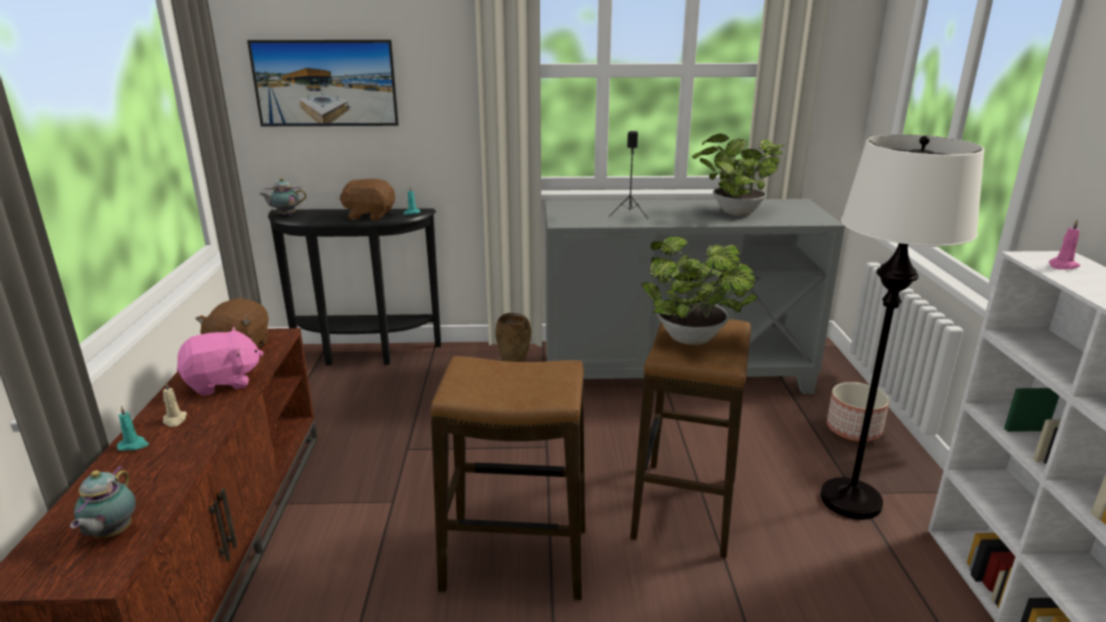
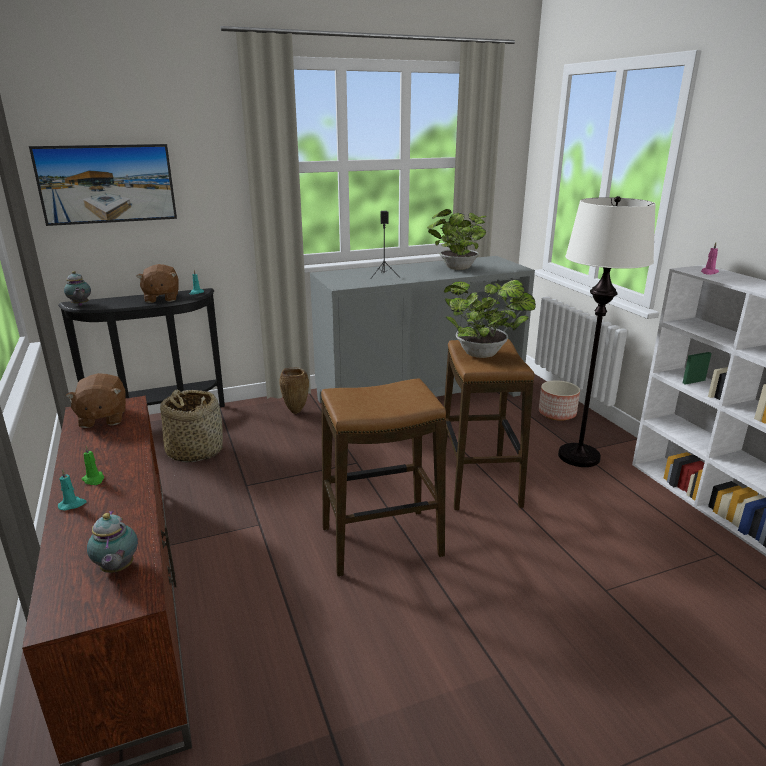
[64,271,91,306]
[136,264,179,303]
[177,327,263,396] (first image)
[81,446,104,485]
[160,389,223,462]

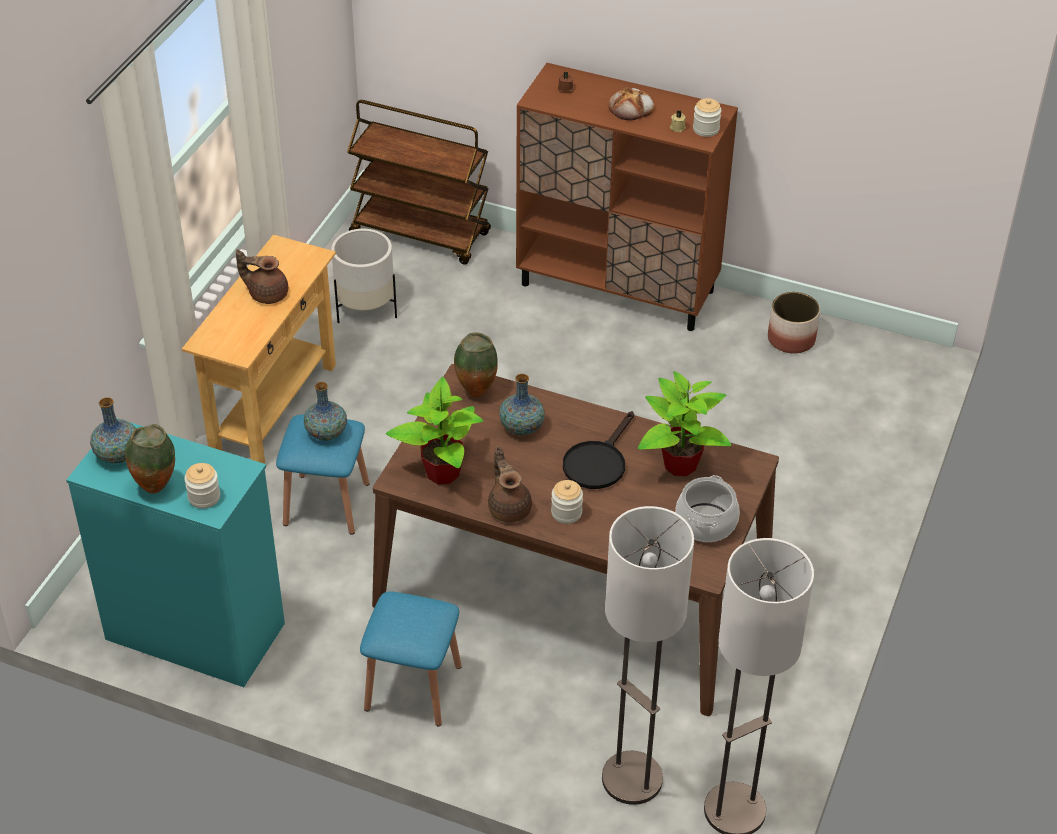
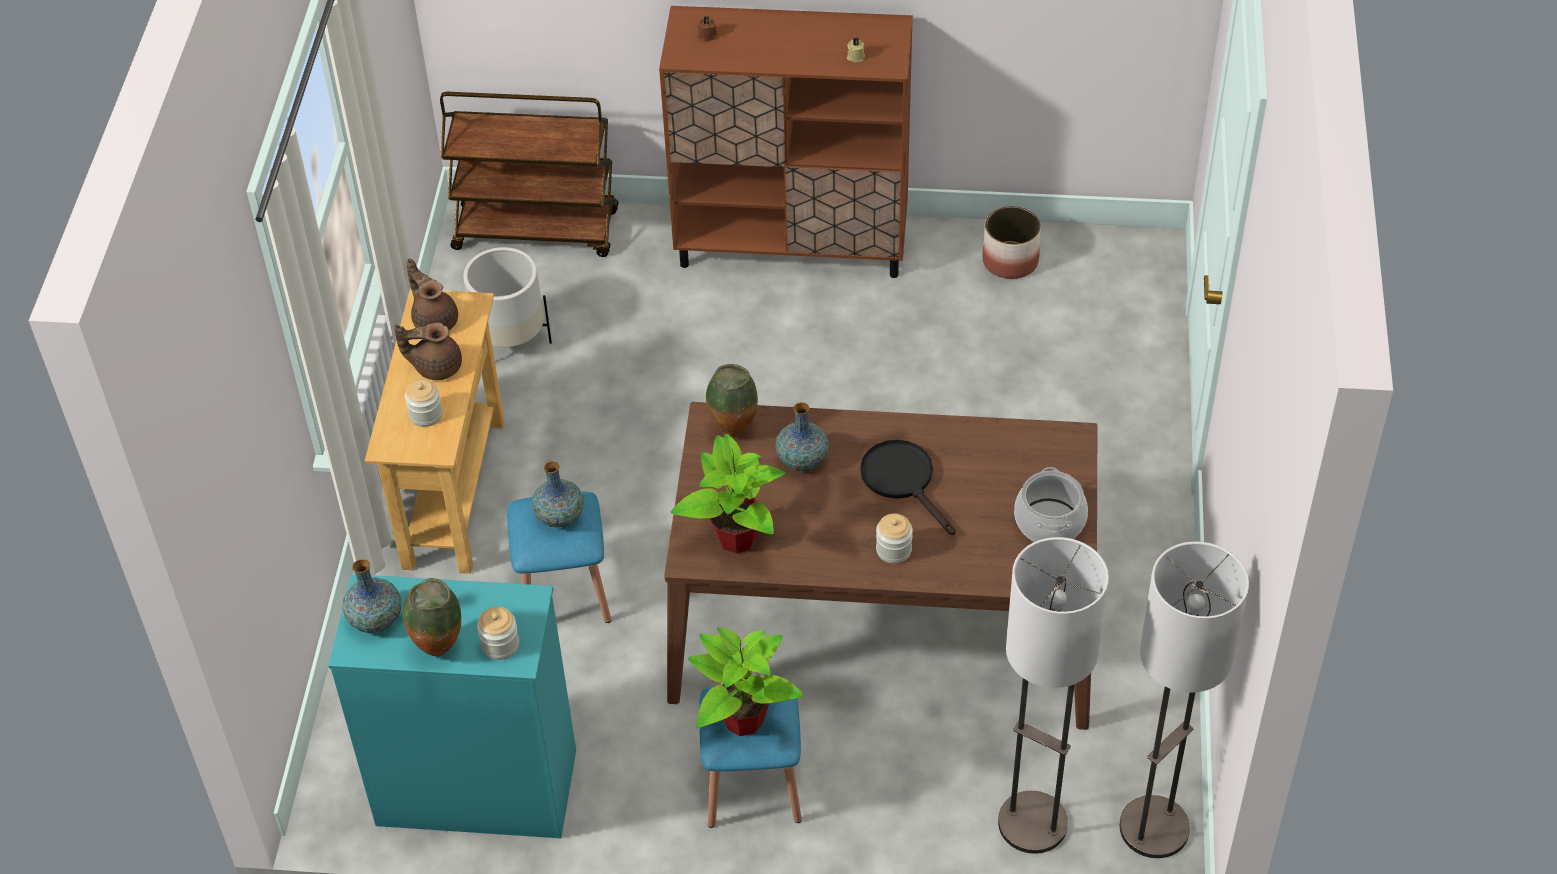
[608,87,654,120] (first image)
[405,379,443,427]
[688,627,804,736]
[860,440,956,535]
[406,259,458,330]

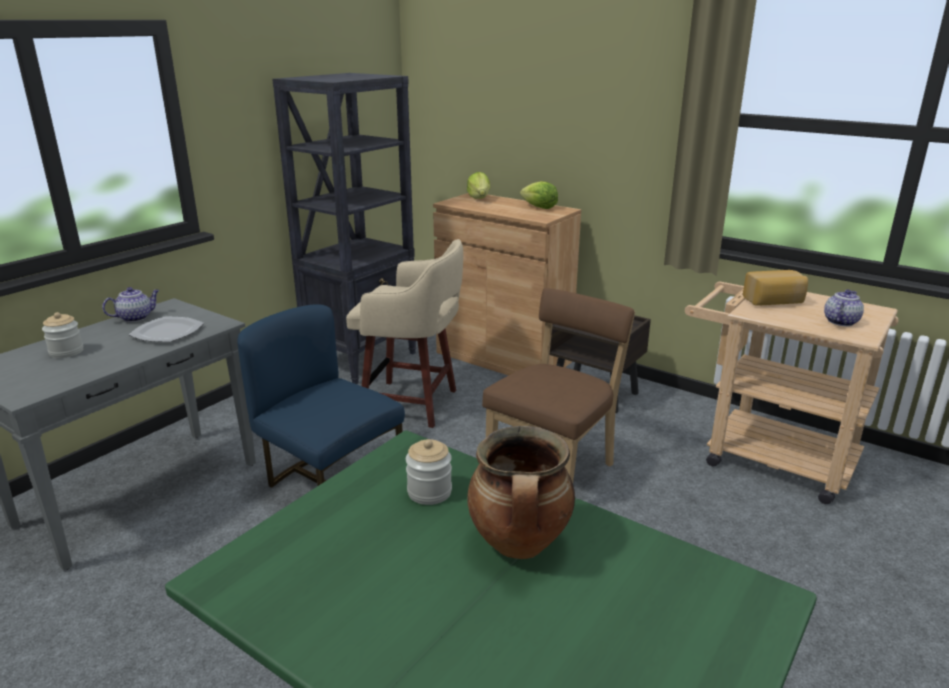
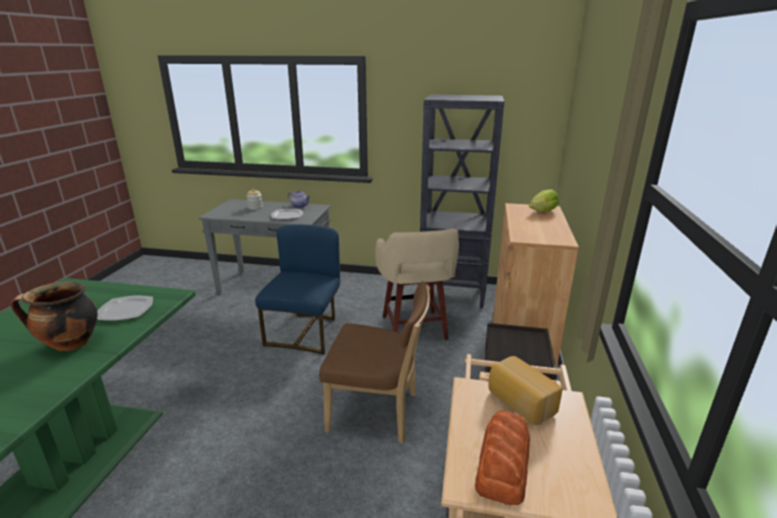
[520,181,558,209] (first image)
[475,411,530,505]
[97,296,153,321]

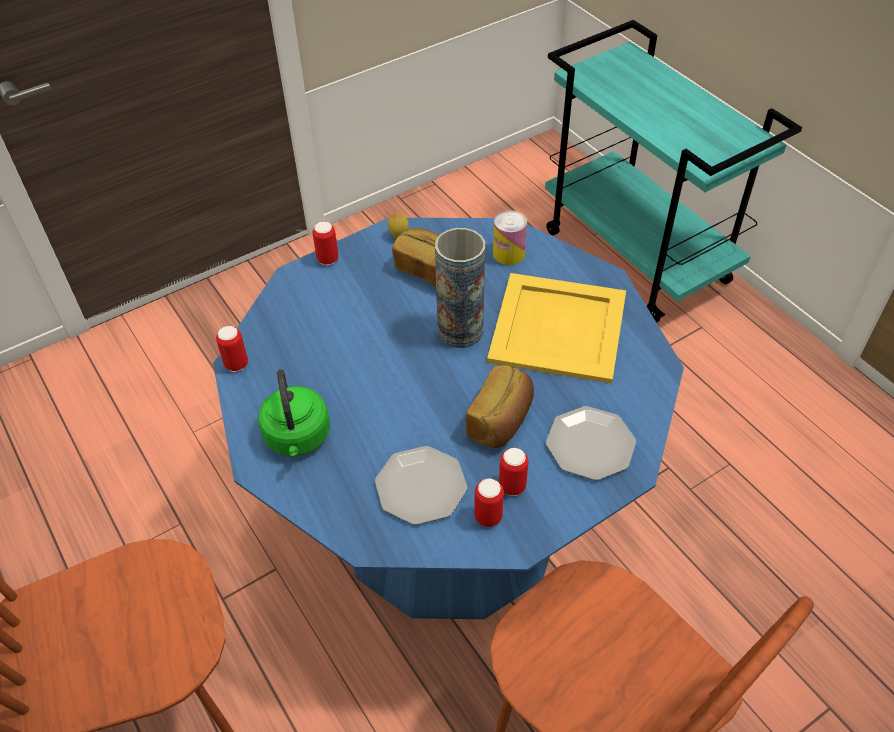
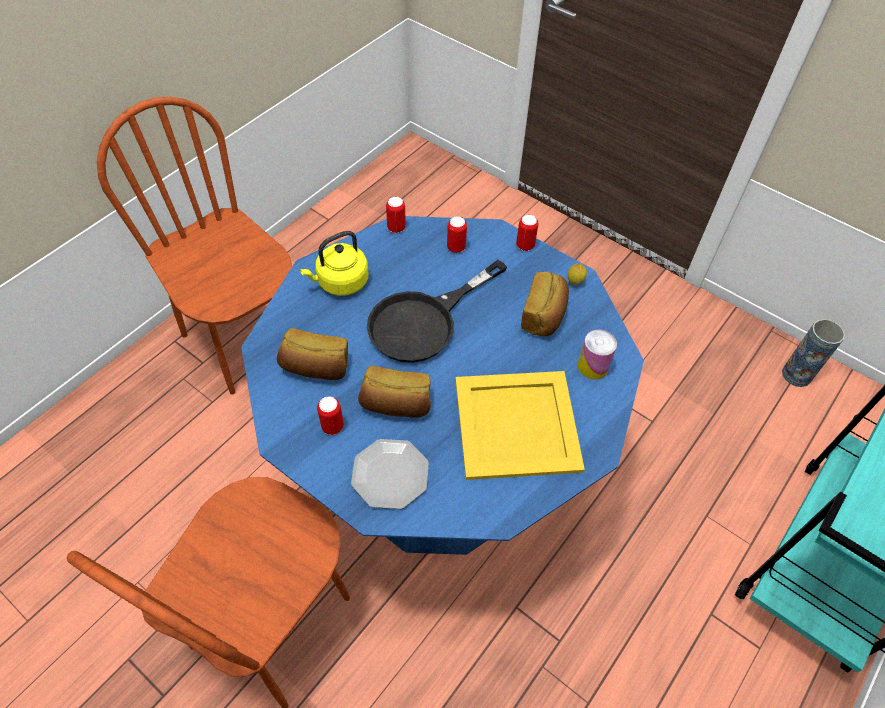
[782,319,845,387]
[300,231,368,296]
[277,328,348,380]
[447,216,467,253]
[367,260,507,363]

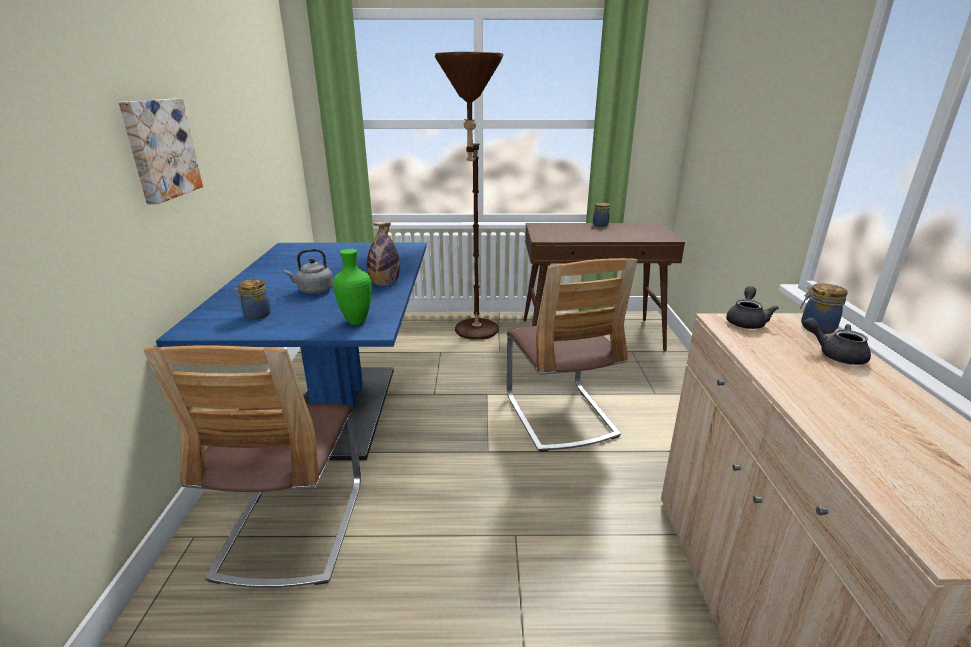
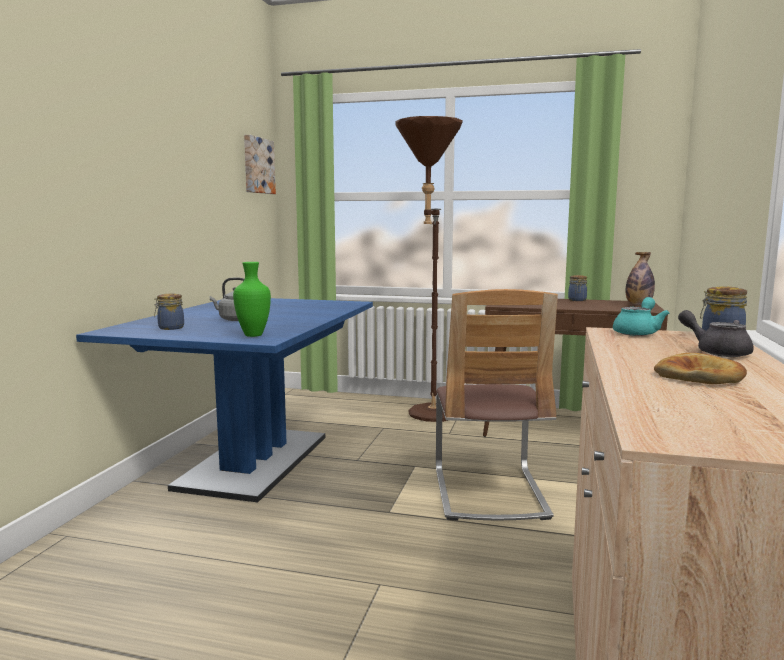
[244,135,276,194]
[626,252,655,305]
[613,297,669,336]
[144,345,361,588] (first image)
[654,353,747,384]

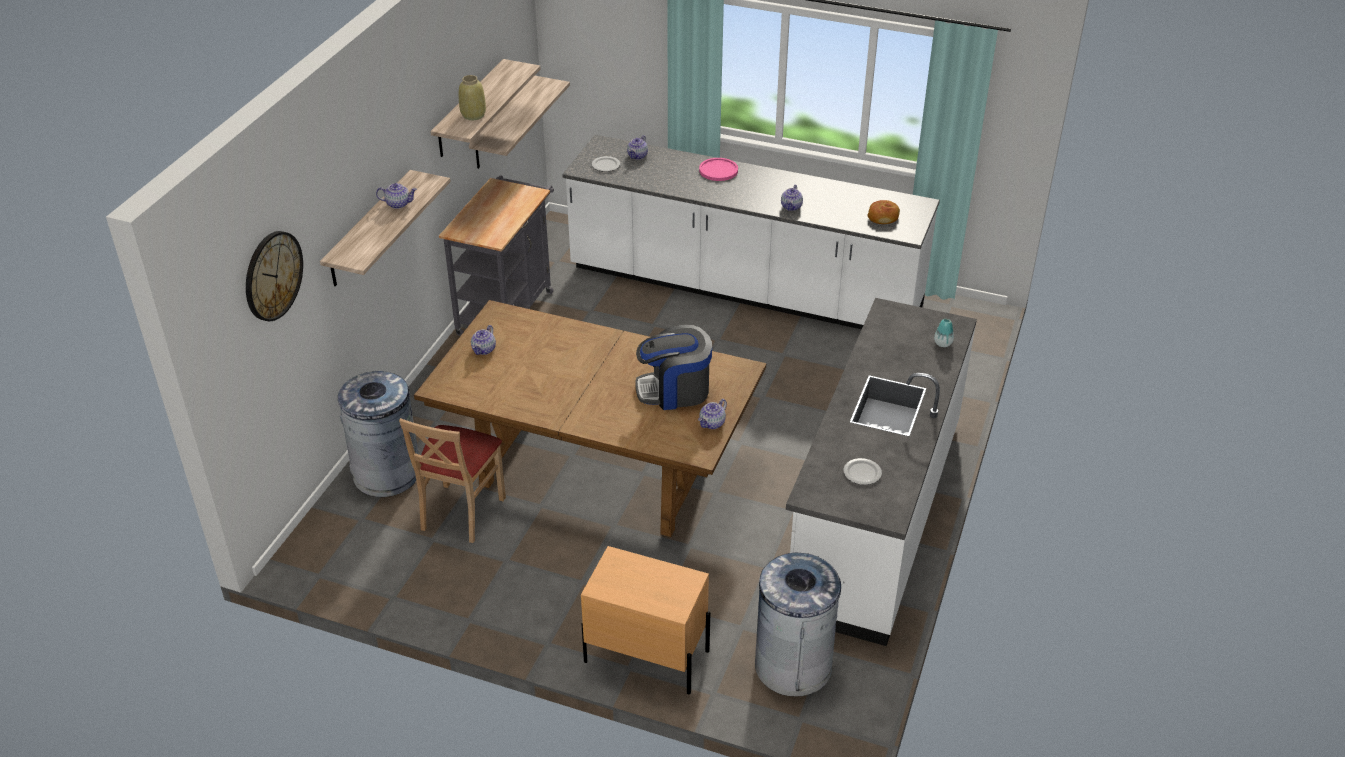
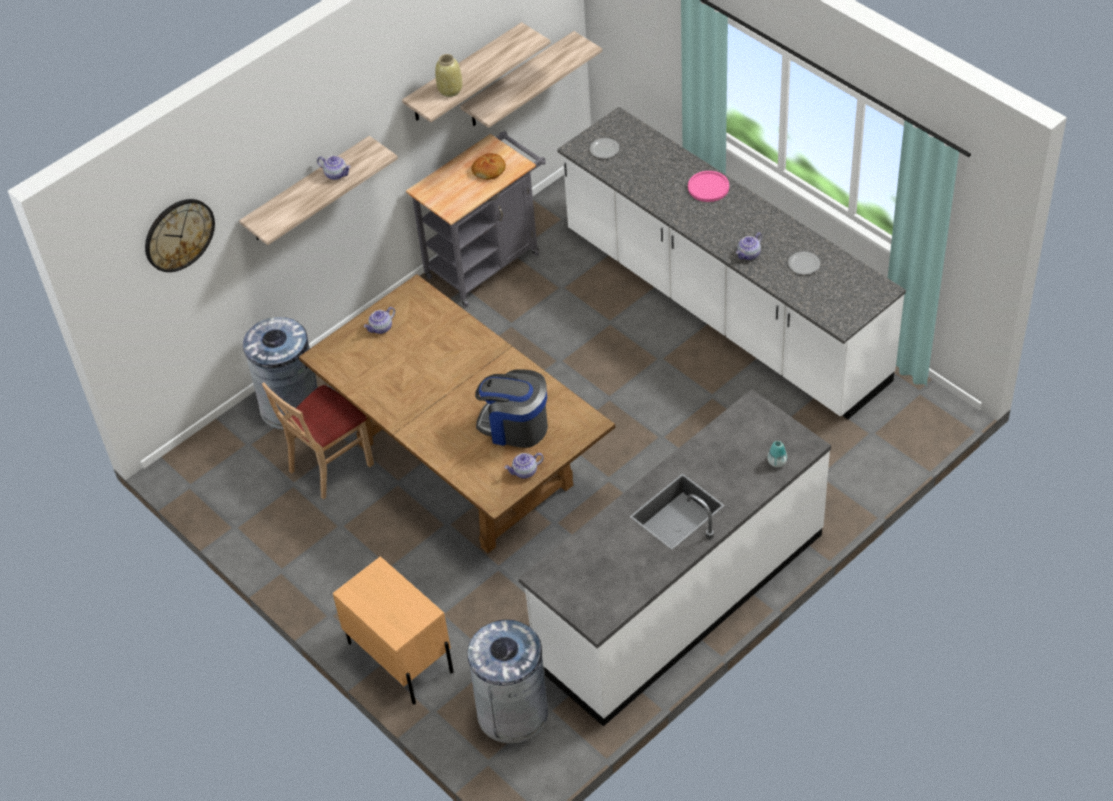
[627,135,648,160] (first image)
[471,153,506,180]
[788,251,820,275]

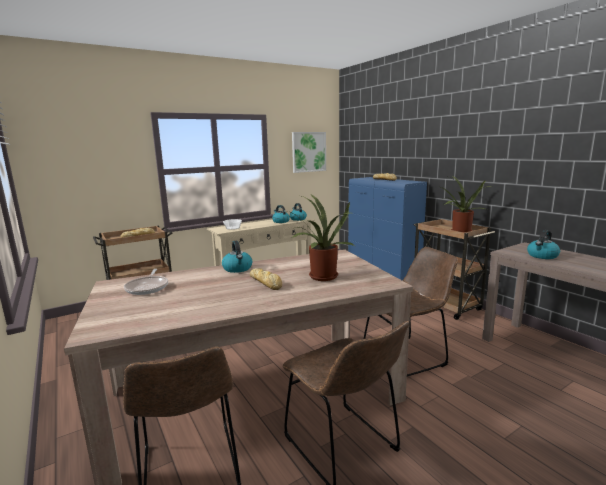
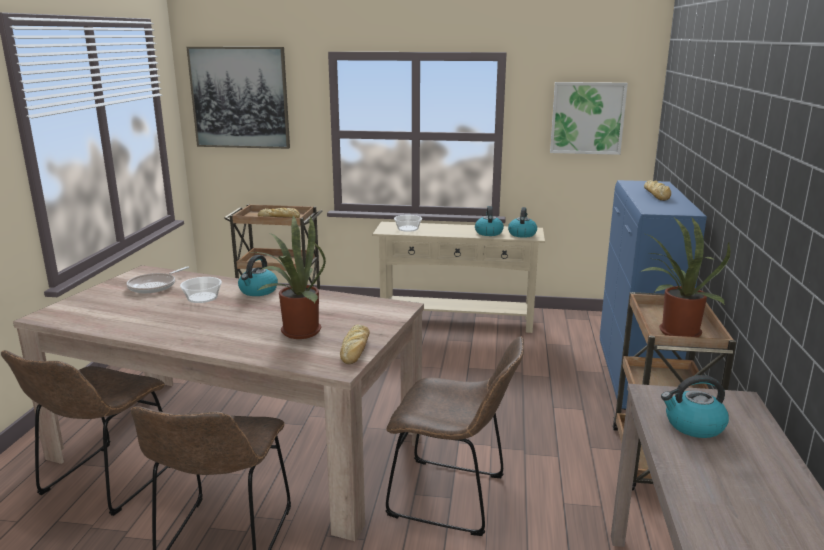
[340,325,370,364]
[187,47,290,149]
[180,277,222,303]

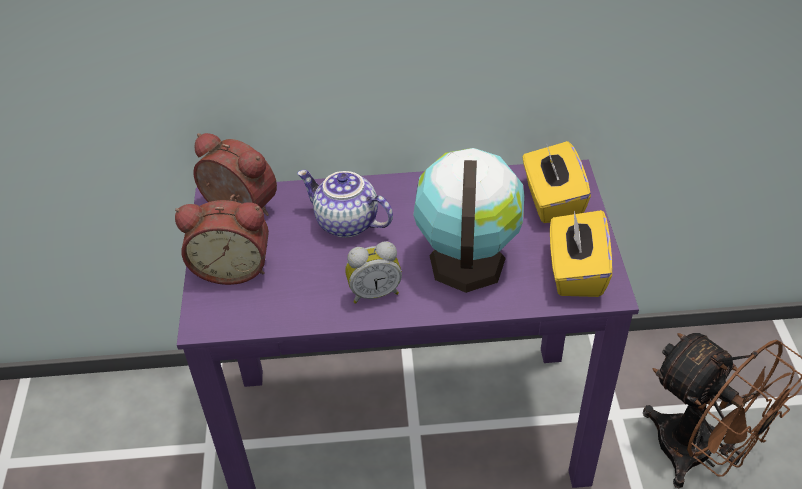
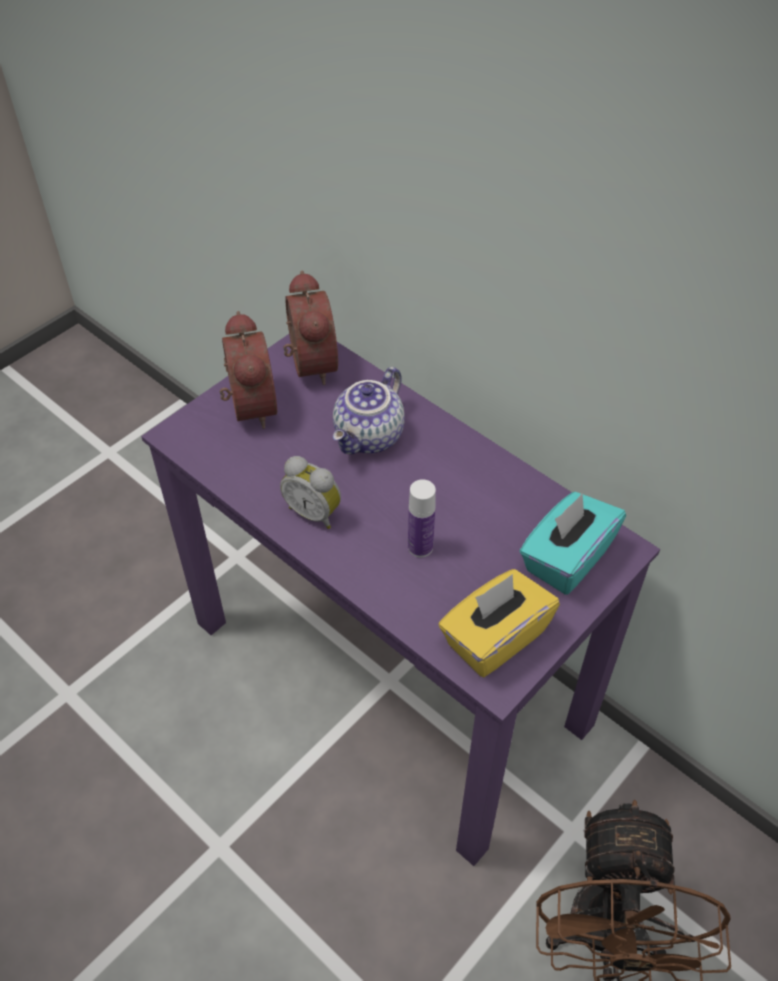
[519,492,626,595]
[408,479,436,557]
[333,367,405,455]
[220,311,277,429]

